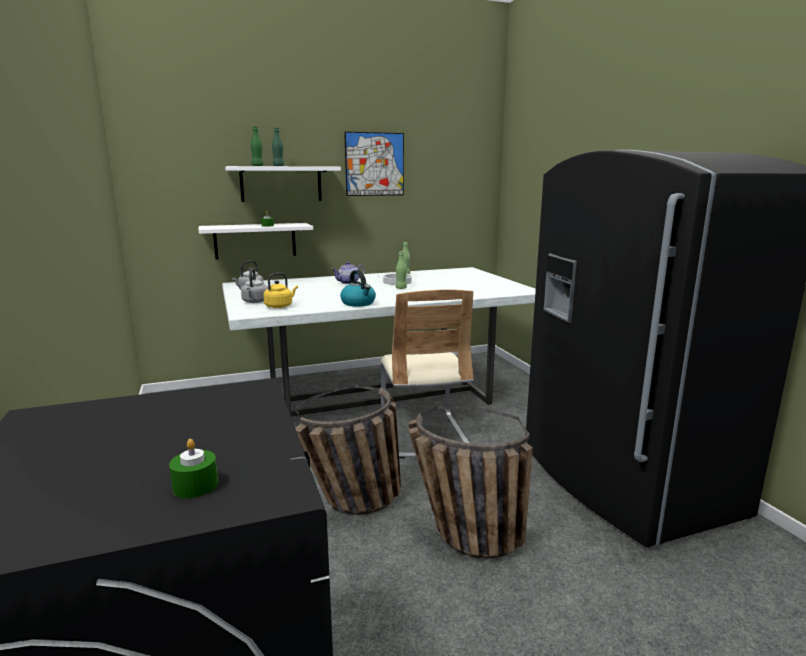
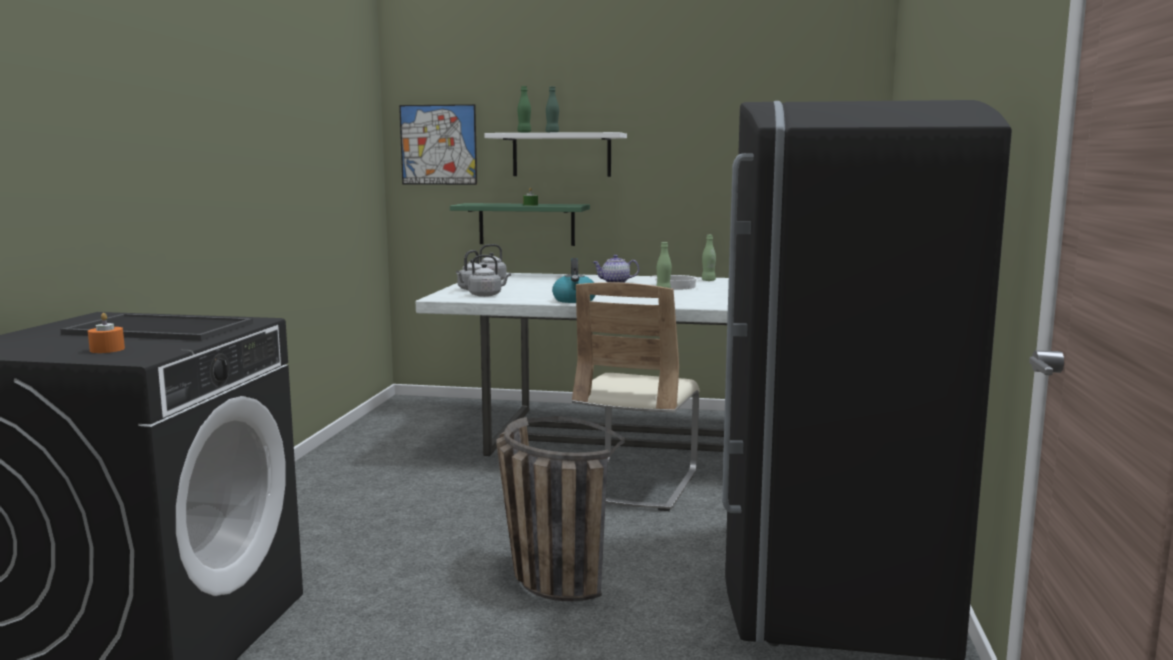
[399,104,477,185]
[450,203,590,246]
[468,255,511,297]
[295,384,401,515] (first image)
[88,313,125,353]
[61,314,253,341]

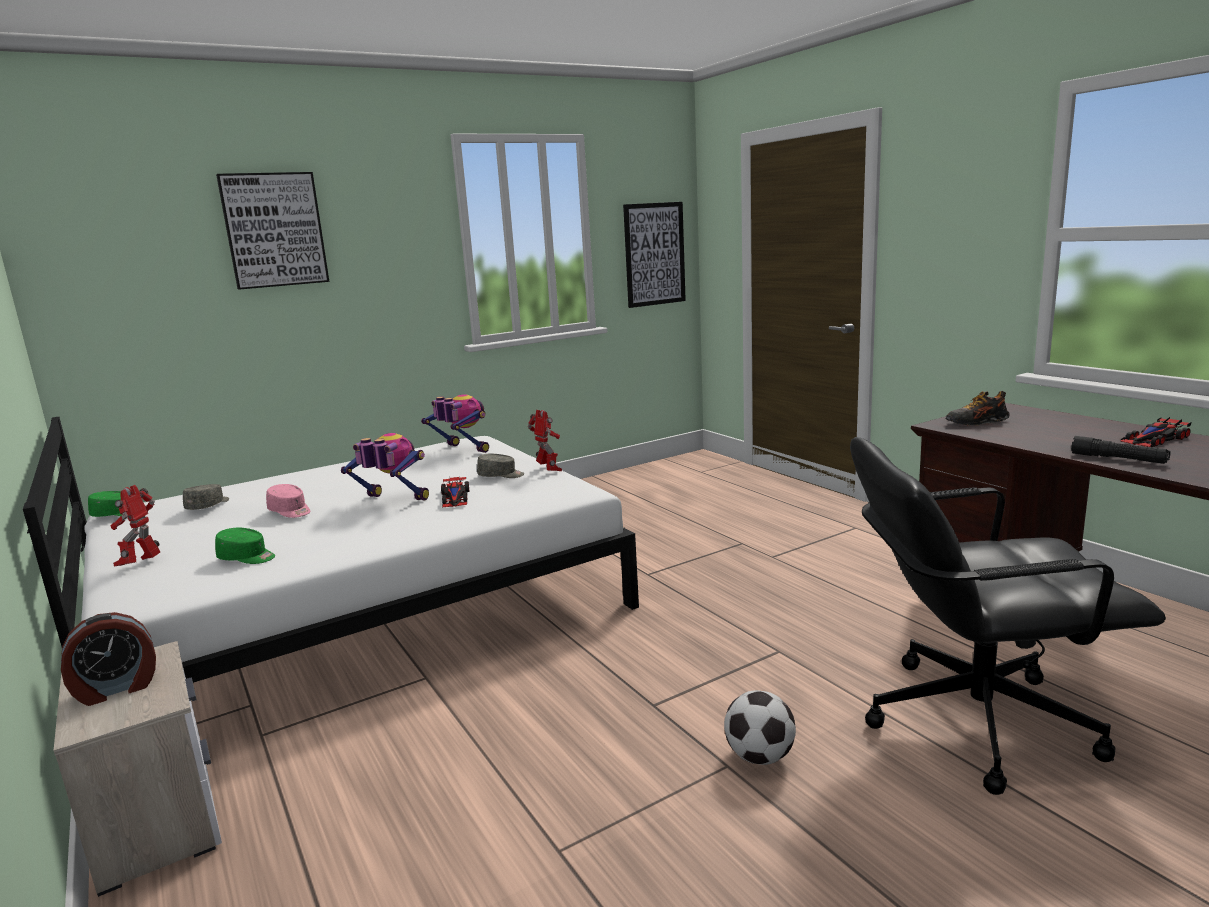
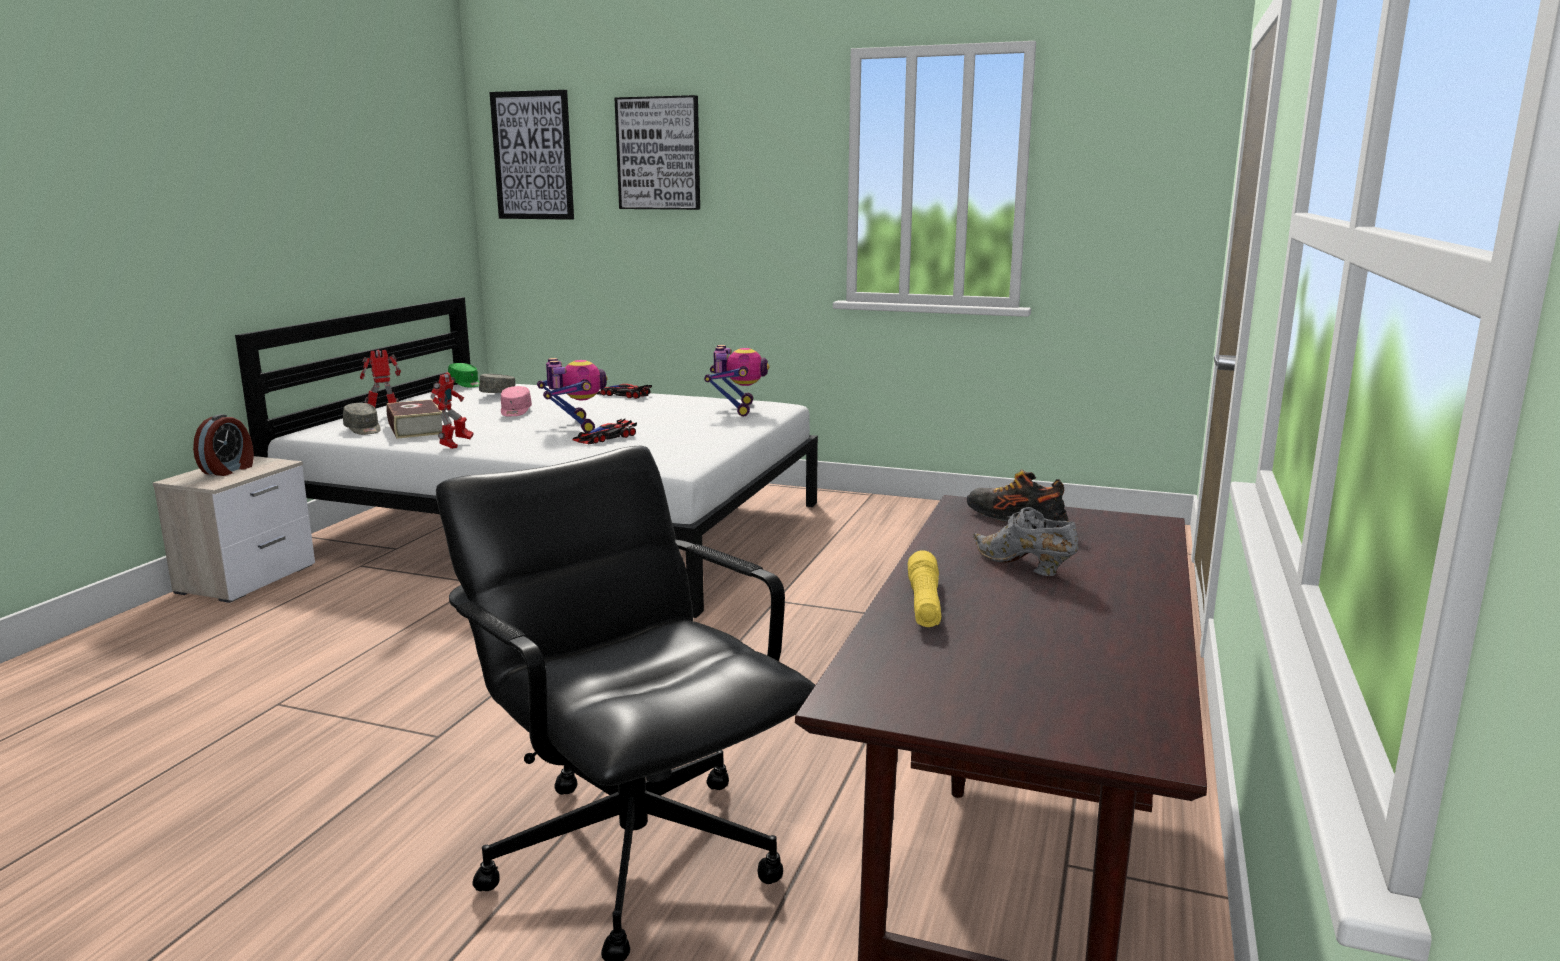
[490,90,574,220]
[430,372,473,449]
[597,384,652,399]
[908,550,941,627]
[343,403,380,435]
[387,399,442,439]
[193,414,254,476]
[724,690,796,765] (first image)
[973,507,1079,576]

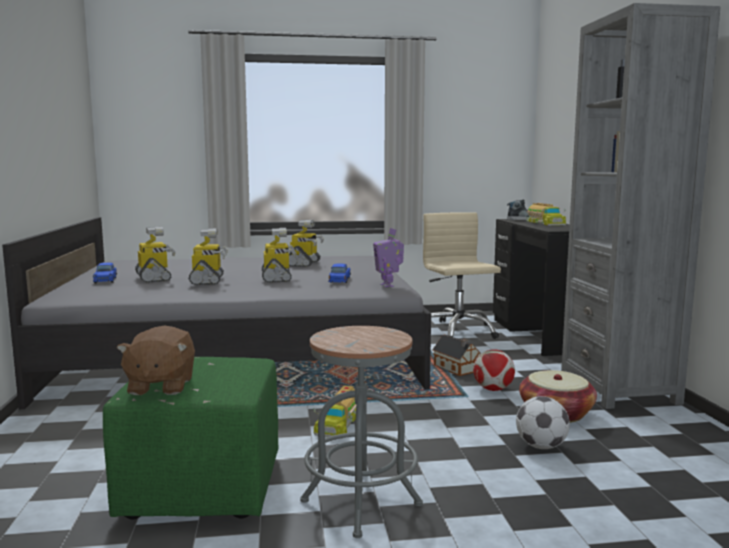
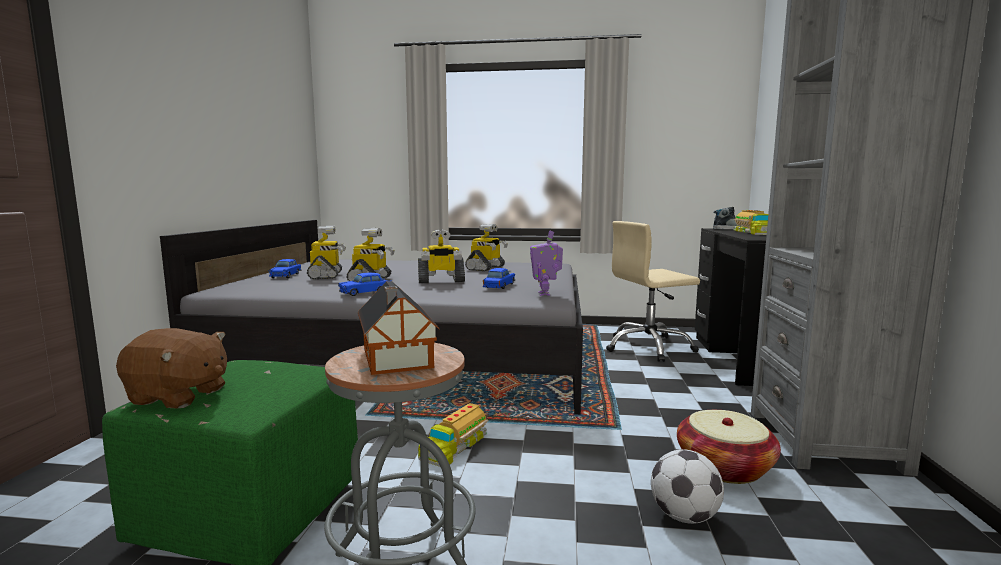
[606,221,700,362]
[418,230,465,283]
[116,328,227,408]
[358,281,439,375]
[473,350,515,391] (first image)
[338,273,387,296]

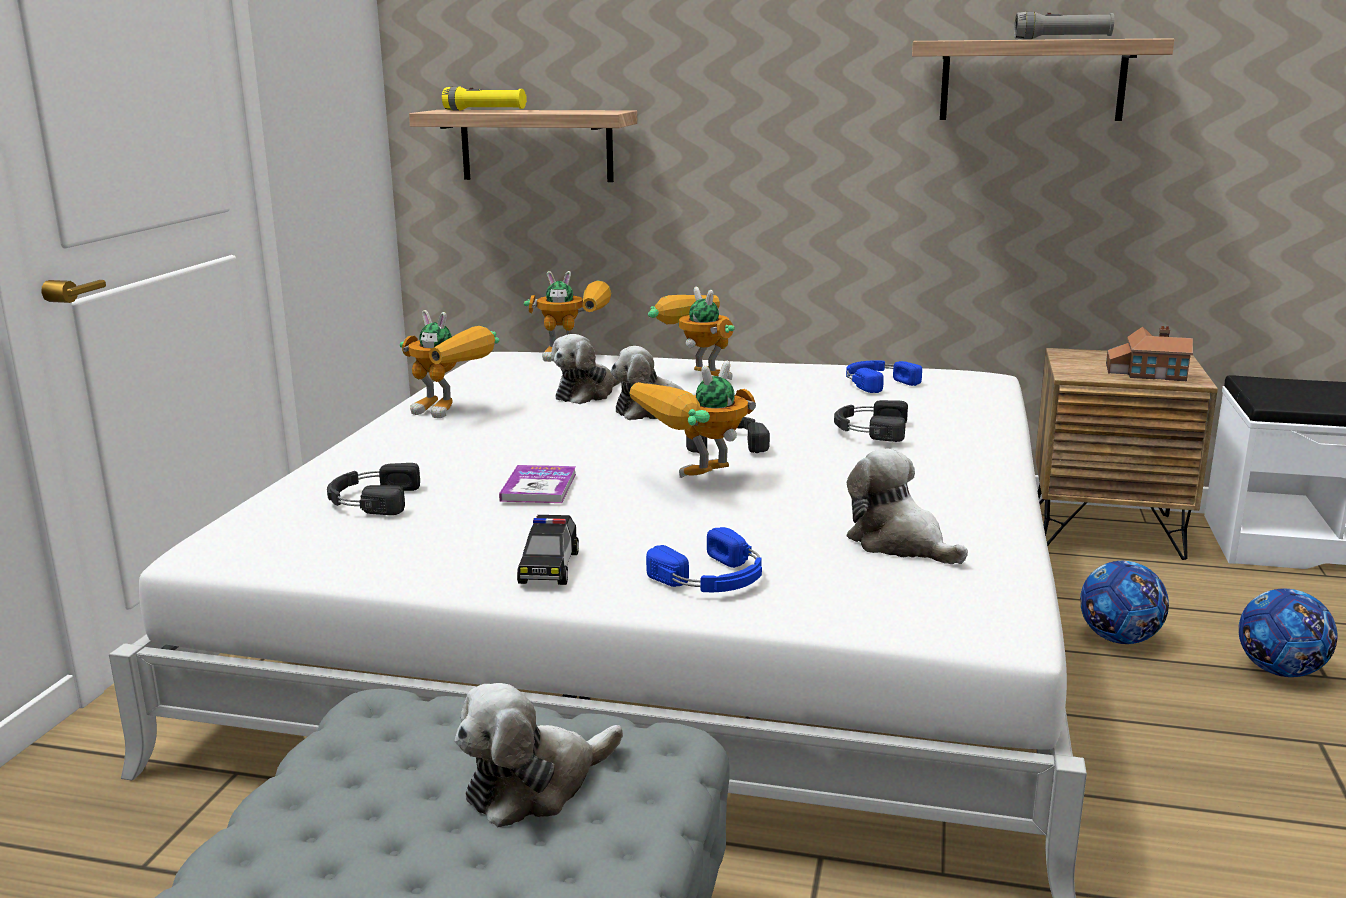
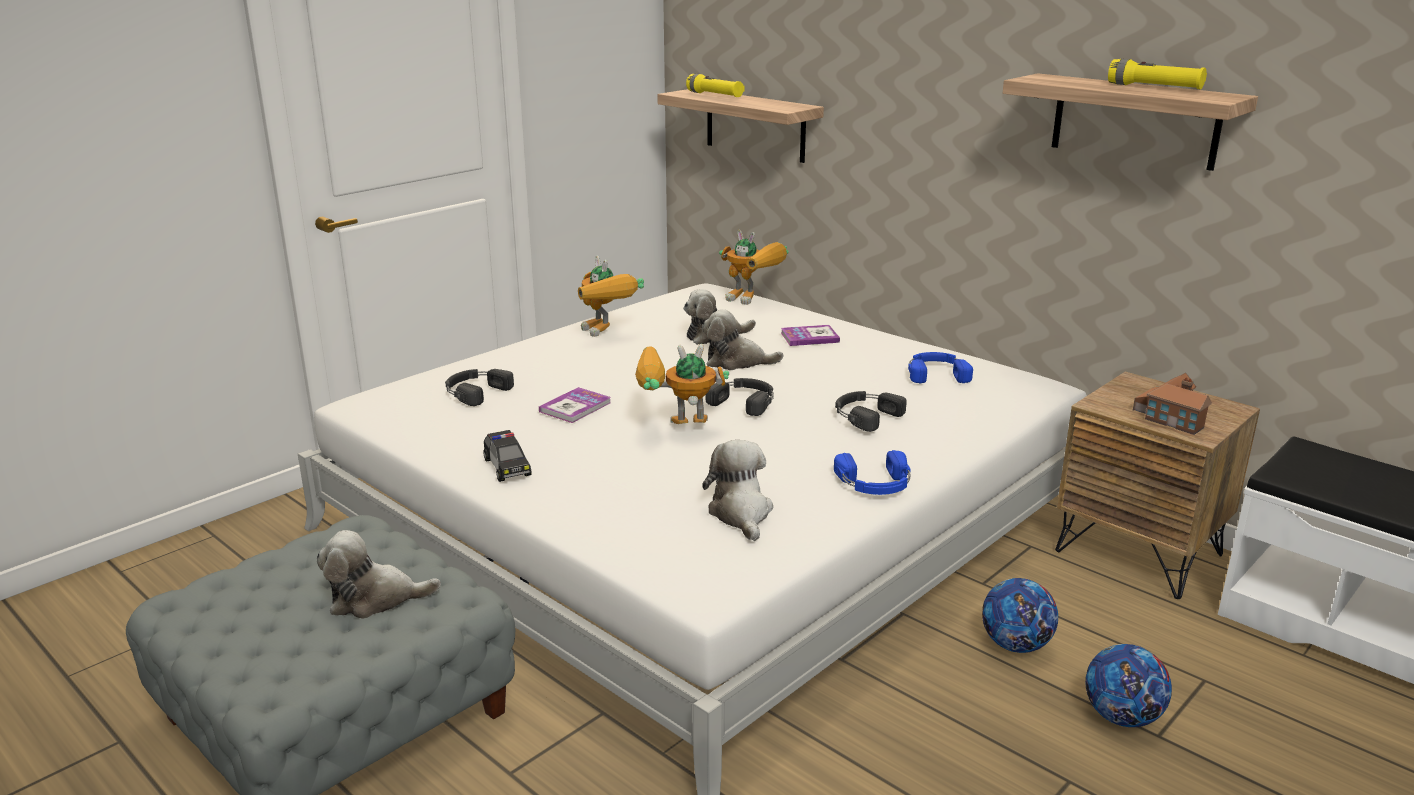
[1108,59,1207,89]
[781,325,840,346]
[483,430,532,482]
[834,450,911,495]

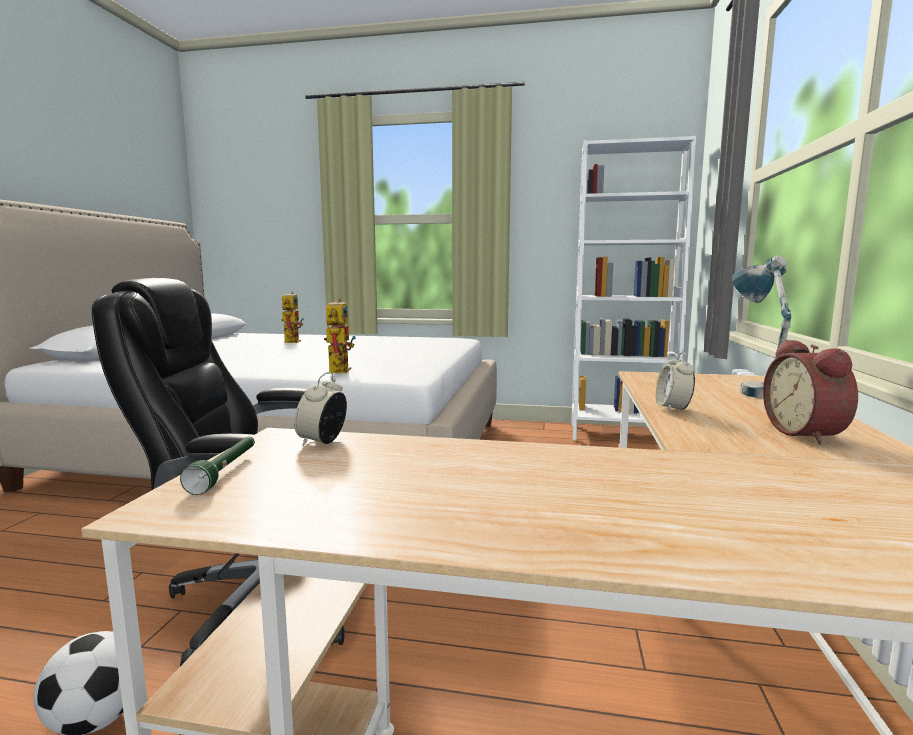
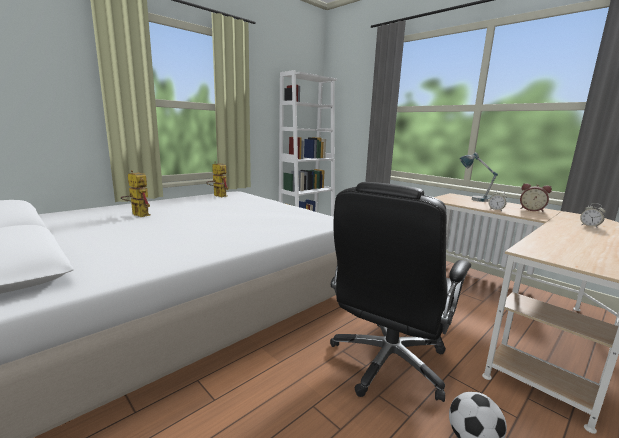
[206,162,228,197]
[580,203,606,228]
[180,437,255,495] (first image)

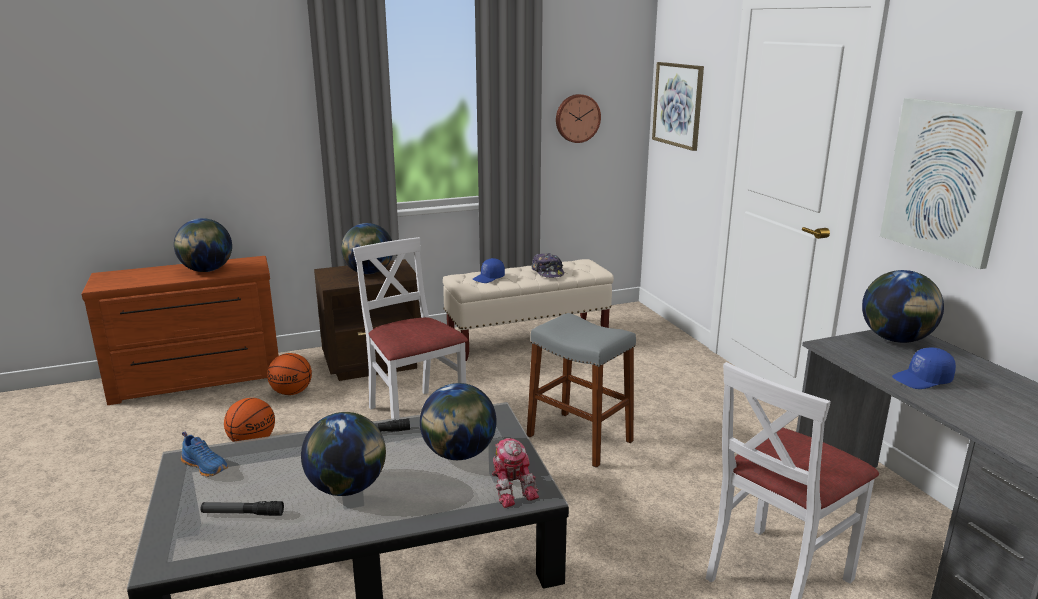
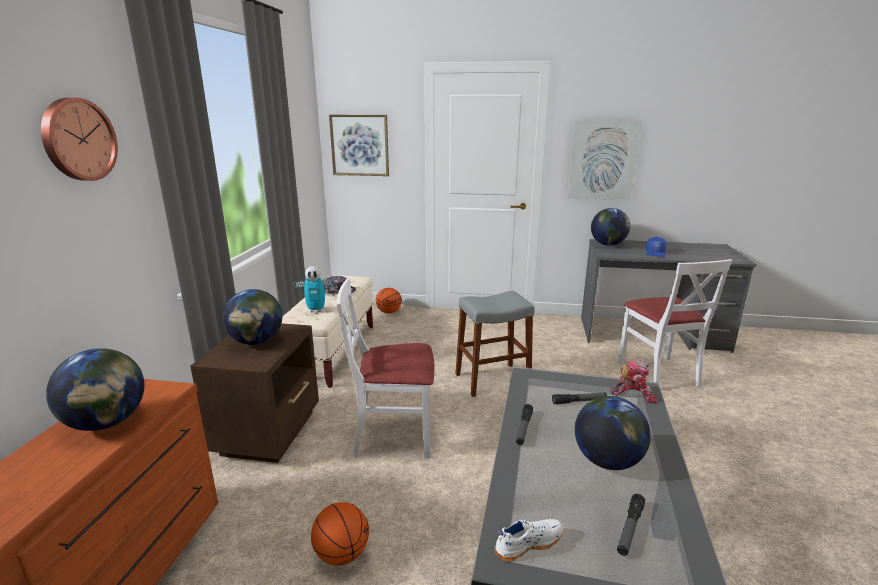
[41,98,118,181]
[293,266,335,312]
[376,288,402,313]
[552,392,607,404]
[494,519,563,562]

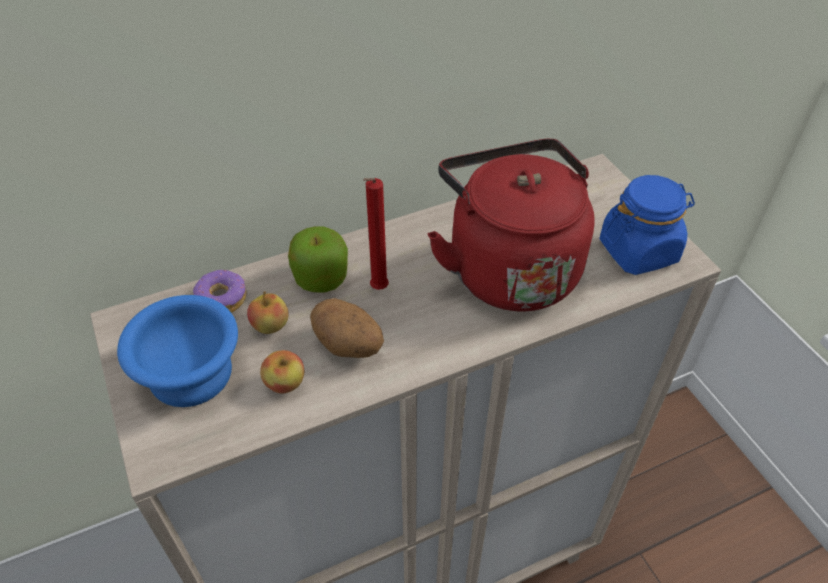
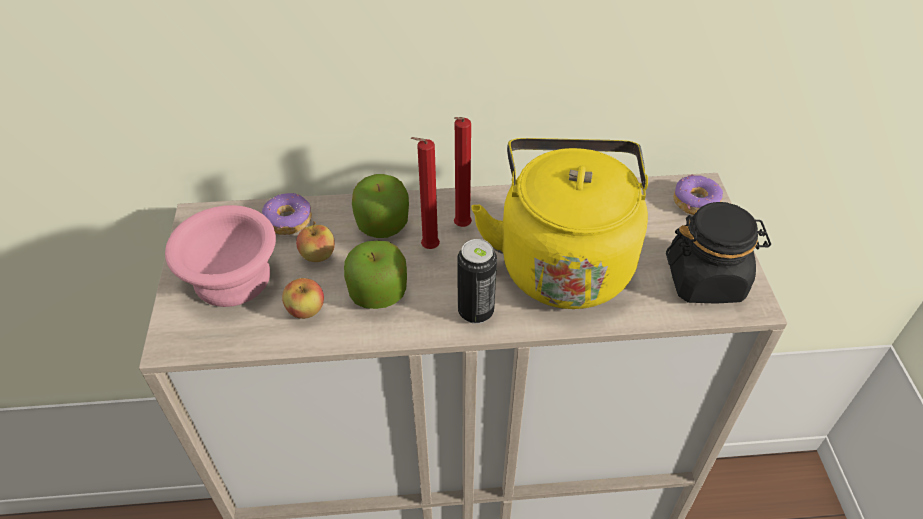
[471,138,648,309]
[666,202,771,304]
[165,205,276,307]
[344,240,407,309]
[454,117,472,227]
[674,174,723,215]
[457,239,497,324]

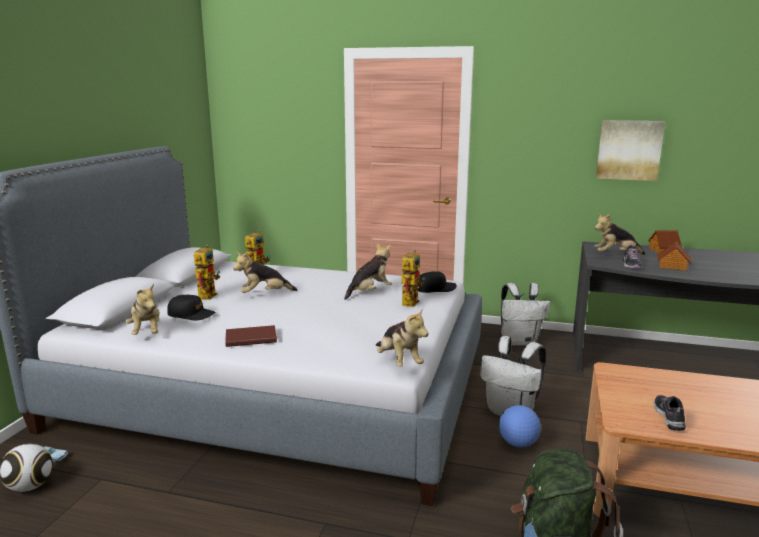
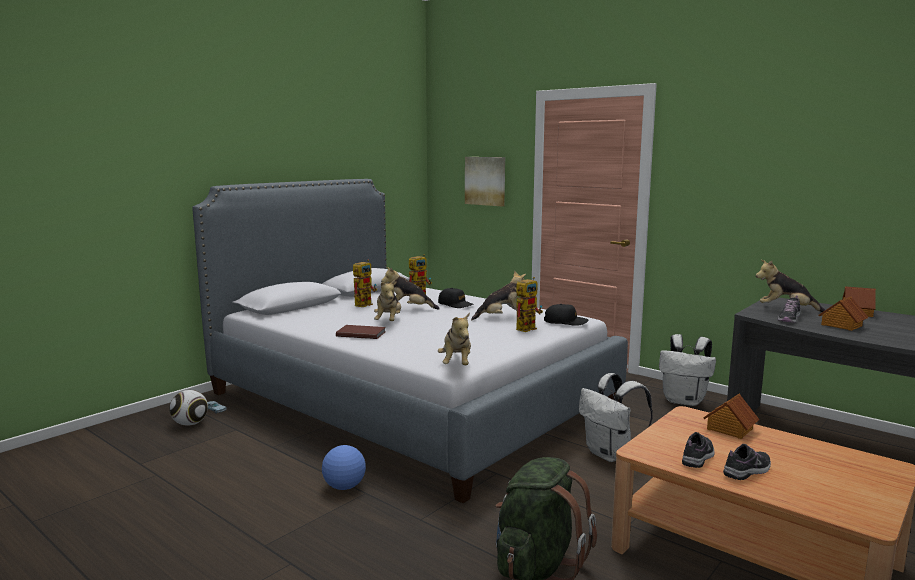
[465,157,505,206]
[374,279,401,321]
[438,288,474,308]
[322,445,366,490]
[703,394,760,439]
[723,444,771,480]

